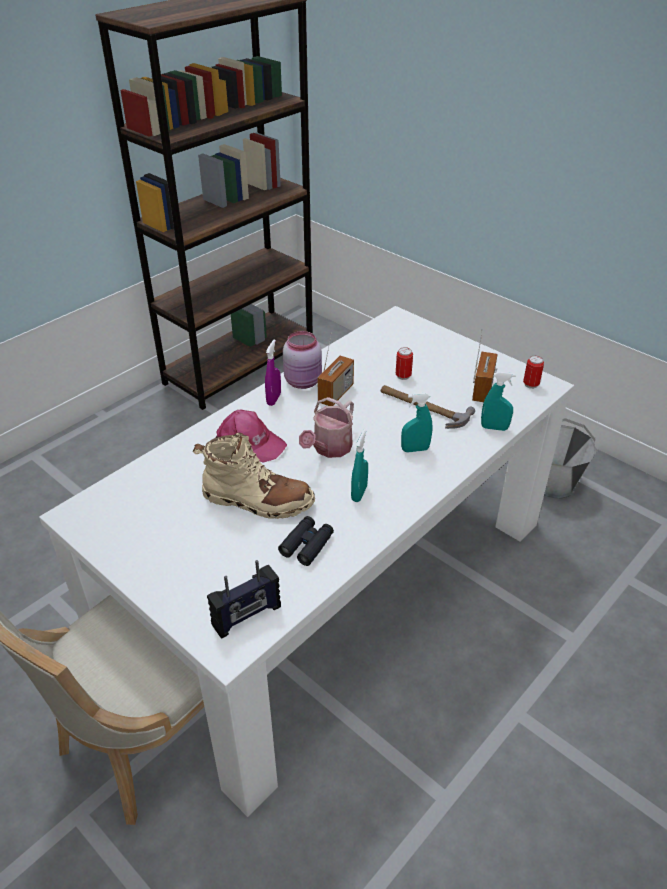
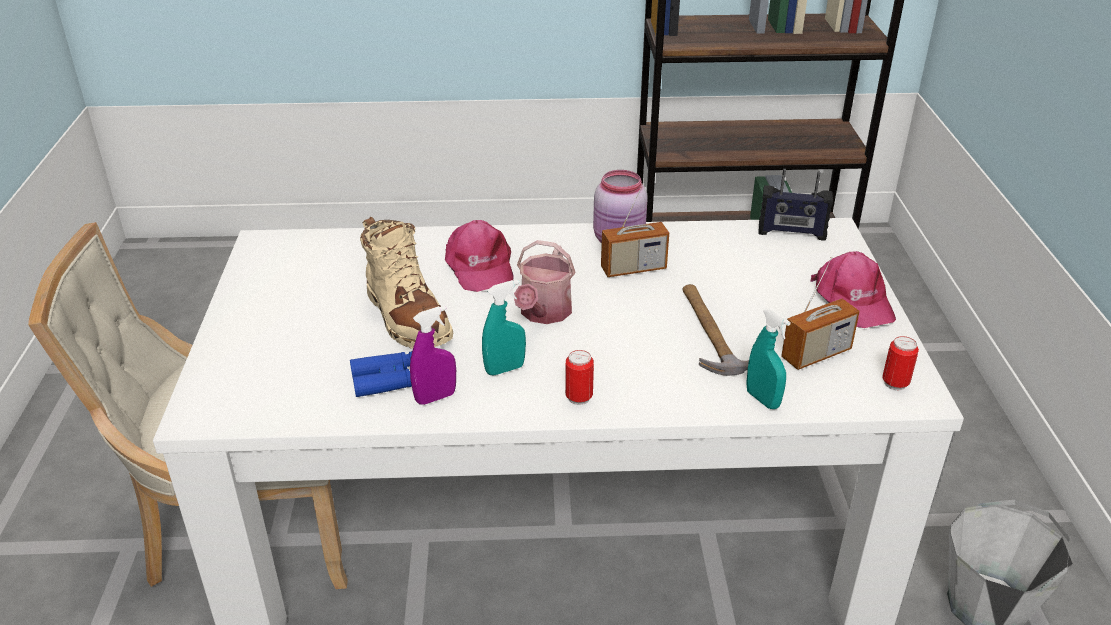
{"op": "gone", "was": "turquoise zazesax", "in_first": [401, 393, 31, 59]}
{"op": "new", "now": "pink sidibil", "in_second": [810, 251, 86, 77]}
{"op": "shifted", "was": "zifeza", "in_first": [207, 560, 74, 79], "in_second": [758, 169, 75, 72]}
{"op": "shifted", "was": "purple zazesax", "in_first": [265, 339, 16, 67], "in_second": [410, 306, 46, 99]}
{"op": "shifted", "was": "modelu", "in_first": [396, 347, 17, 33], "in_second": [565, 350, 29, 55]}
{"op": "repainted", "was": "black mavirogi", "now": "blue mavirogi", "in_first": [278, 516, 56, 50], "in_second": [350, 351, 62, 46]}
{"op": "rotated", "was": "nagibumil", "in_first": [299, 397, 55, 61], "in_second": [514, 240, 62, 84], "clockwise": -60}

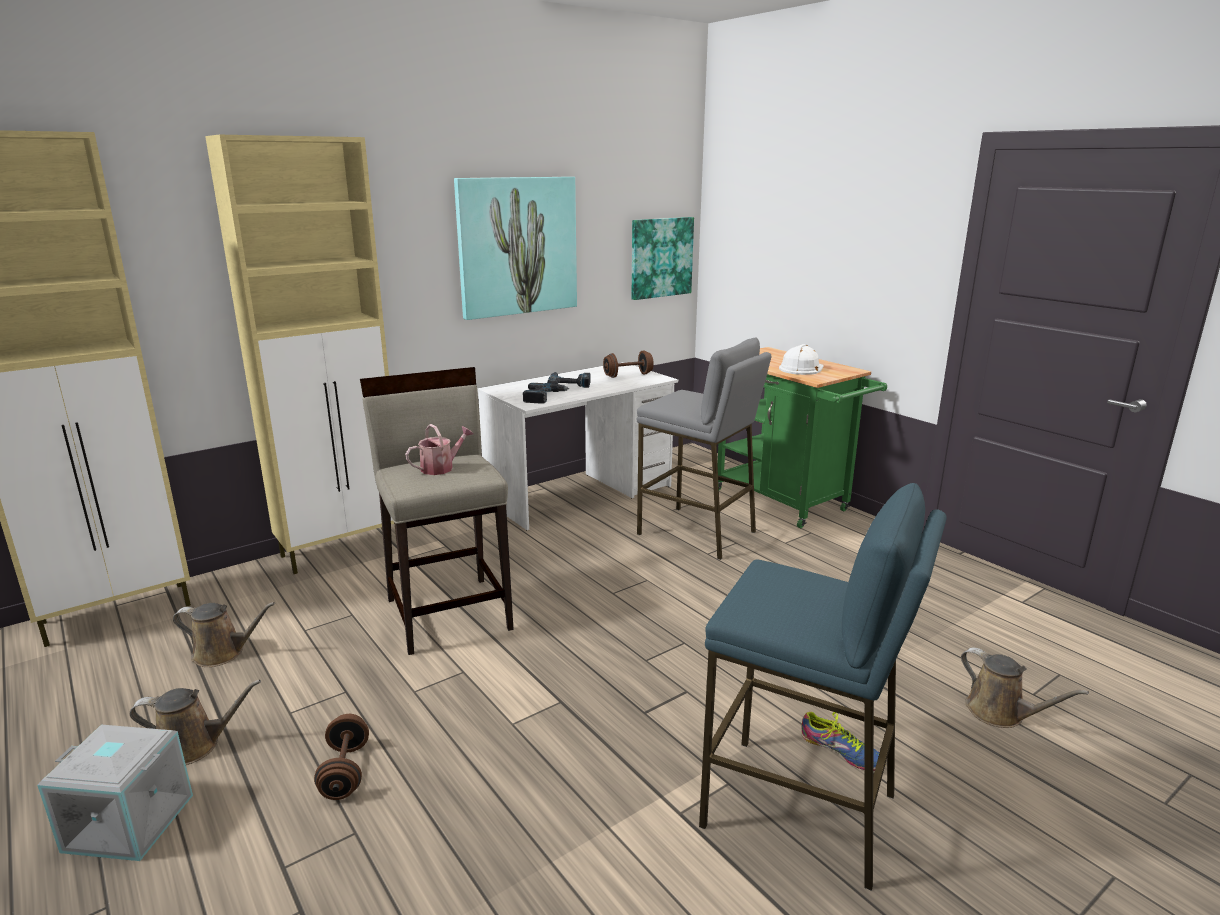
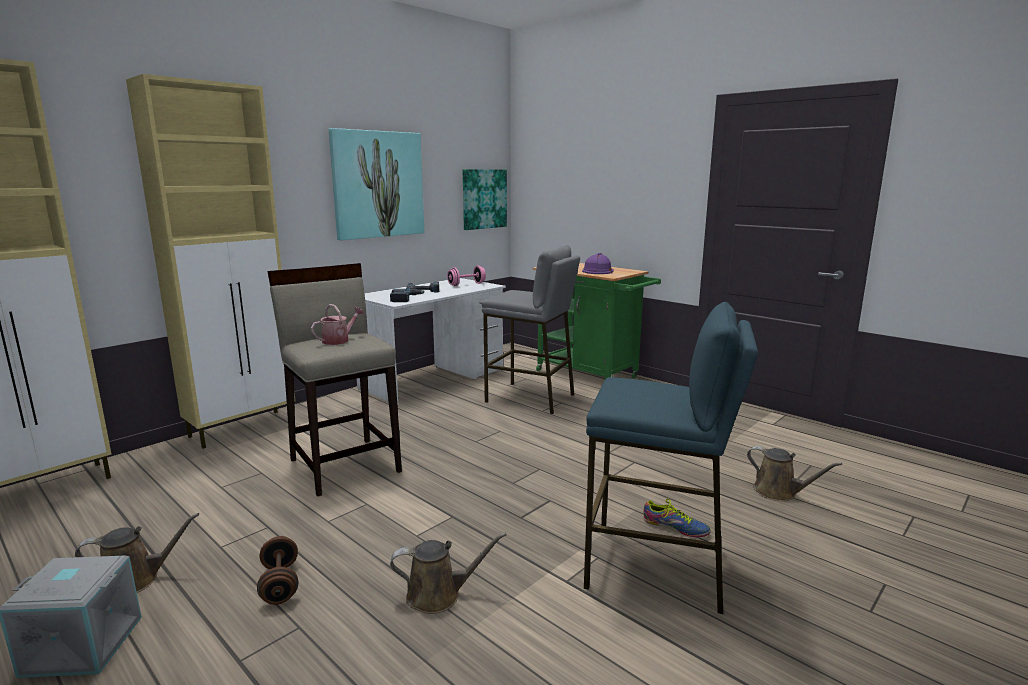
{"op": "shifted", "was": "brown nagibumil", "in_first": [173, 602, 102, 65], "in_second": [390, 533, 116, 81]}
{"op": "repainted", "was": "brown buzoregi", "now": "pink buzoregi", "in_first": [603, 351, 51, 27], "in_second": [447, 265, 39, 21]}
{"op": "repainted", "was": "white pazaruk", "now": "purple pazaruk", "in_first": [779, 344, 45, 31], "in_second": [582, 253, 32, 21]}

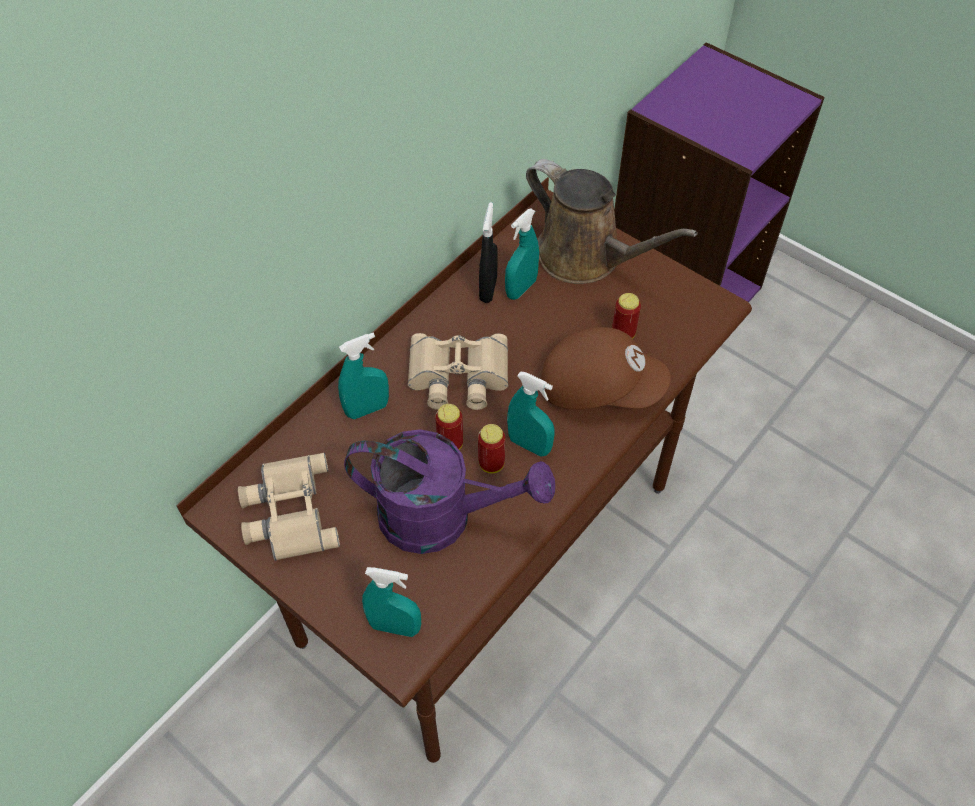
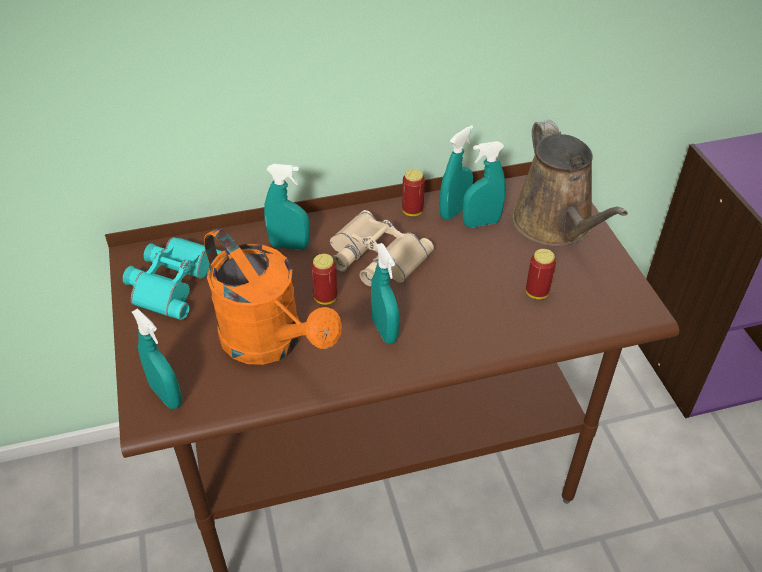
{"op": "gone", "was": "brown sidibil", "in_first": [541, 327, 130, 83]}
{"op": "shifted", "was": "modelu", "in_first": [478, 424, 27, 49], "in_second": [402, 169, 23, 47]}
{"op": "repainted", "was": "beige mavirogi", "now": "turquoise mavirogi", "in_first": [238, 453, 102, 108], "in_second": [123, 237, 100, 83]}
{"op": "repainted", "was": "purple nagibumil", "now": "orange nagibumil", "in_first": [344, 429, 211, 125], "in_second": [204, 228, 138, 137]}
{"op": "repainted", "was": "black zazesax", "now": "turquoise zazesax", "in_first": [479, 202, 19, 101], "in_second": [440, 125, 34, 95]}

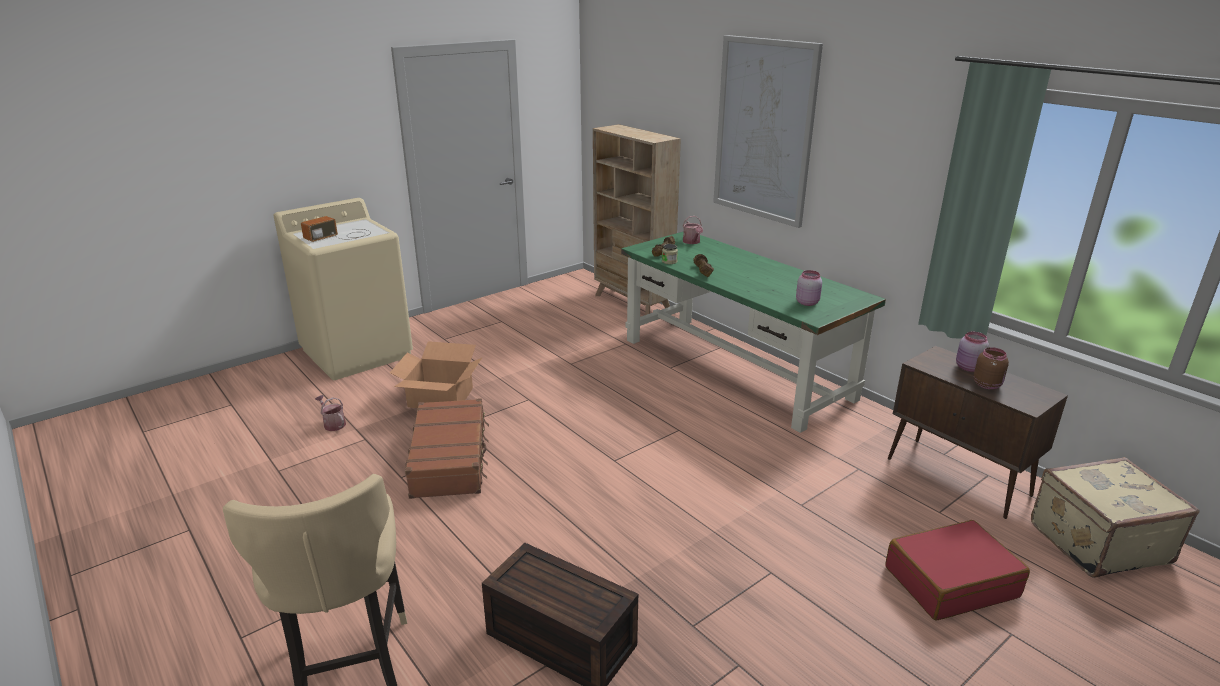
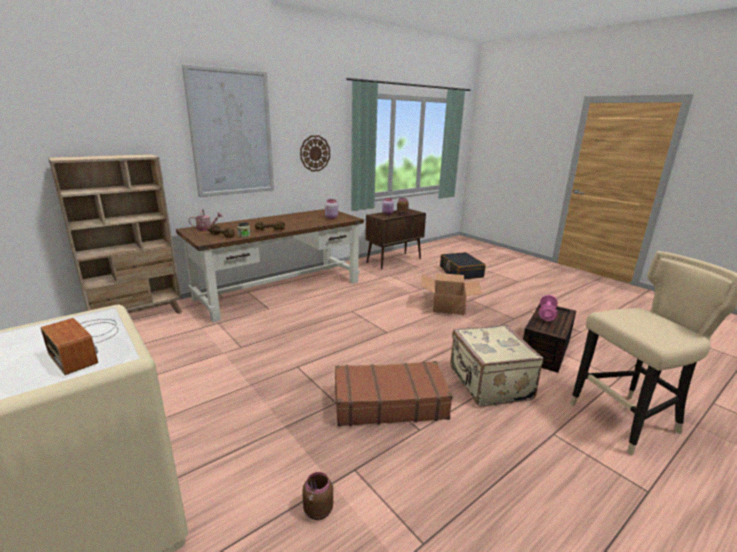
{"op": "new", "now": "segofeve", "in_second": [300, 135, 30, 37]}
{"op": "new", "now": "pink buzoregi", "in_second": [539, 295, 19, 26]}
{"op": "shifted", "was": "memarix", "in_first": [390, 341, 93, 67], "in_second": [421, 273, 61, 42]}
{"op": "shifted", "was": "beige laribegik", "in_first": [1031, 457, 168, 121], "in_second": [450, 325, 94, 82]}
{"op": "swapped", "was": "nagibumil", "now": "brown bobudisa", "in_first": [315, 395, 31, 36], "in_second": [302, 472, 31, 48]}
{"op": "repainted", "was": "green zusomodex", "now": "brown zusomodex", "in_first": [621, 231, 265, 202], "in_second": [176, 209, 188, 113]}
{"op": "repainted", "was": "red laribegik", "now": "black laribegik", "in_first": [885, 520, 145, 101], "in_second": [440, 252, 46, 27]}

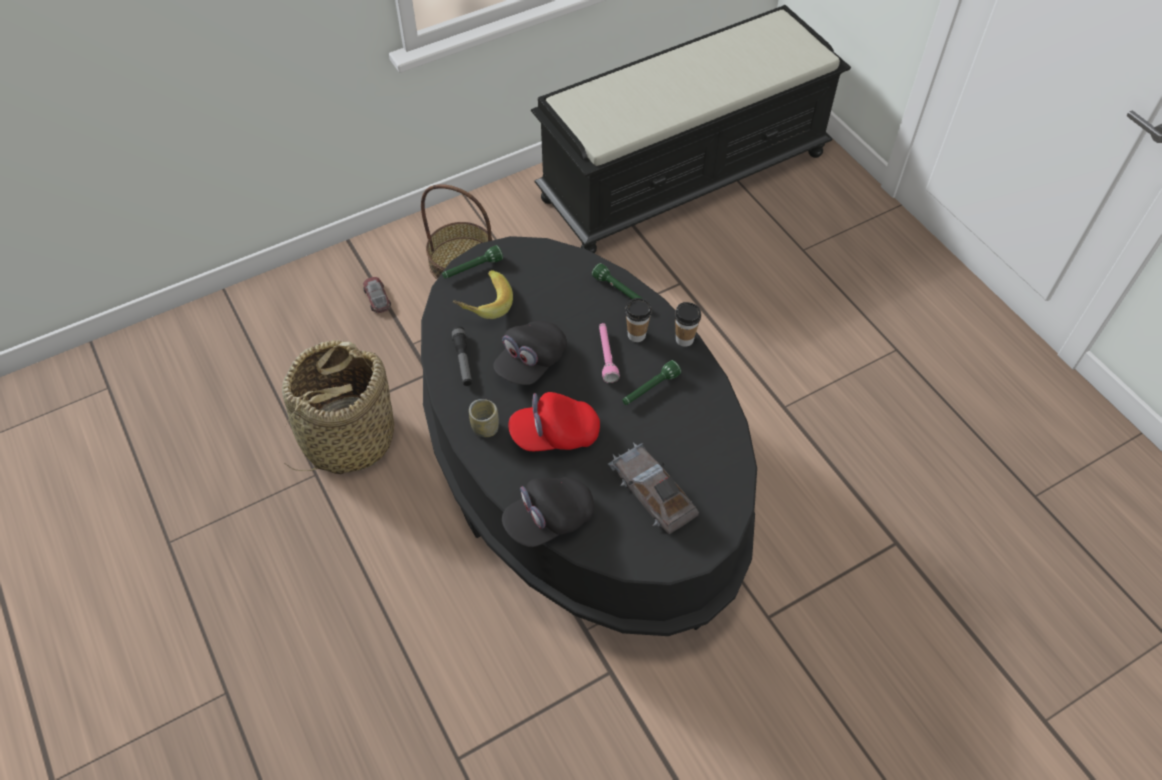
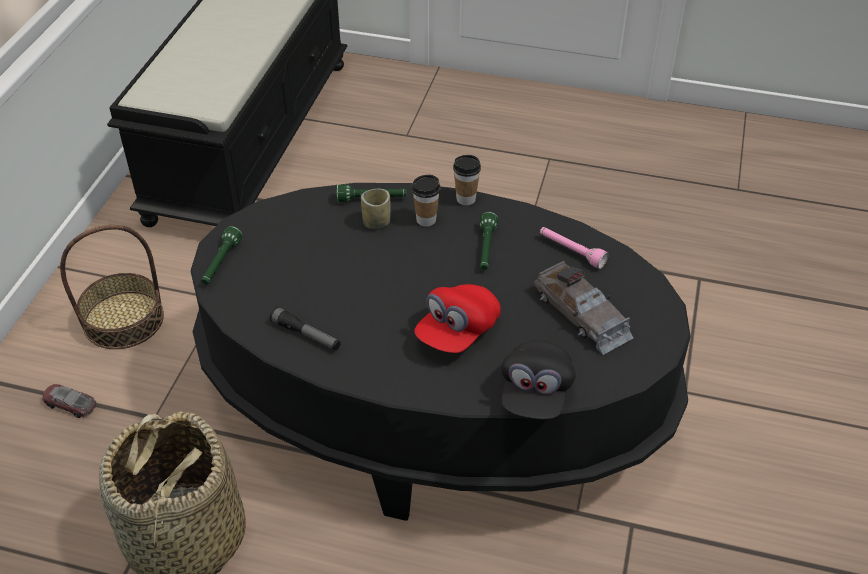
{"op": "gone", "was": "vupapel", "in_first": [453, 270, 60, 49]}
{"op": "gone", "was": "black sidibil", "in_first": [493, 321, 74, 64]}
{"op": "shifted", "was": "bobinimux", "in_first": [469, 399, 30, 38], "in_second": [361, 189, 30, 40]}
{"op": "shifted", "was": "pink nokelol", "in_first": [599, 323, 21, 60], "in_second": [540, 227, 68, 42]}
{"op": "rotated", "was": "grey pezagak", "in_first": [608, 442, 91, 92], "in_second": [534, 261, 99, 94], "clockwise": -135}

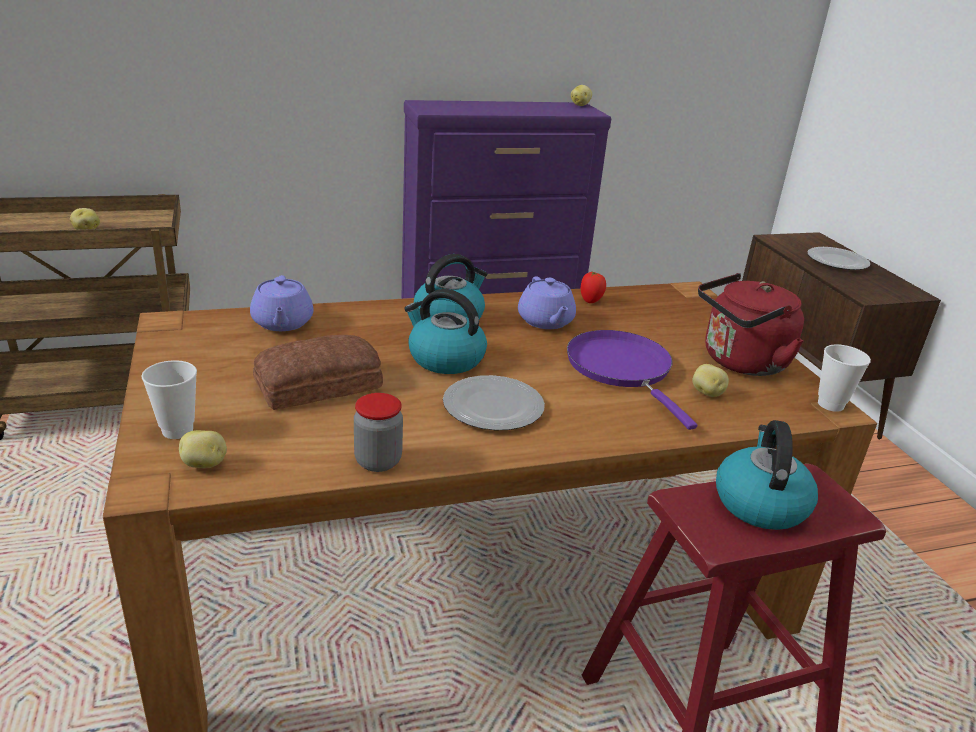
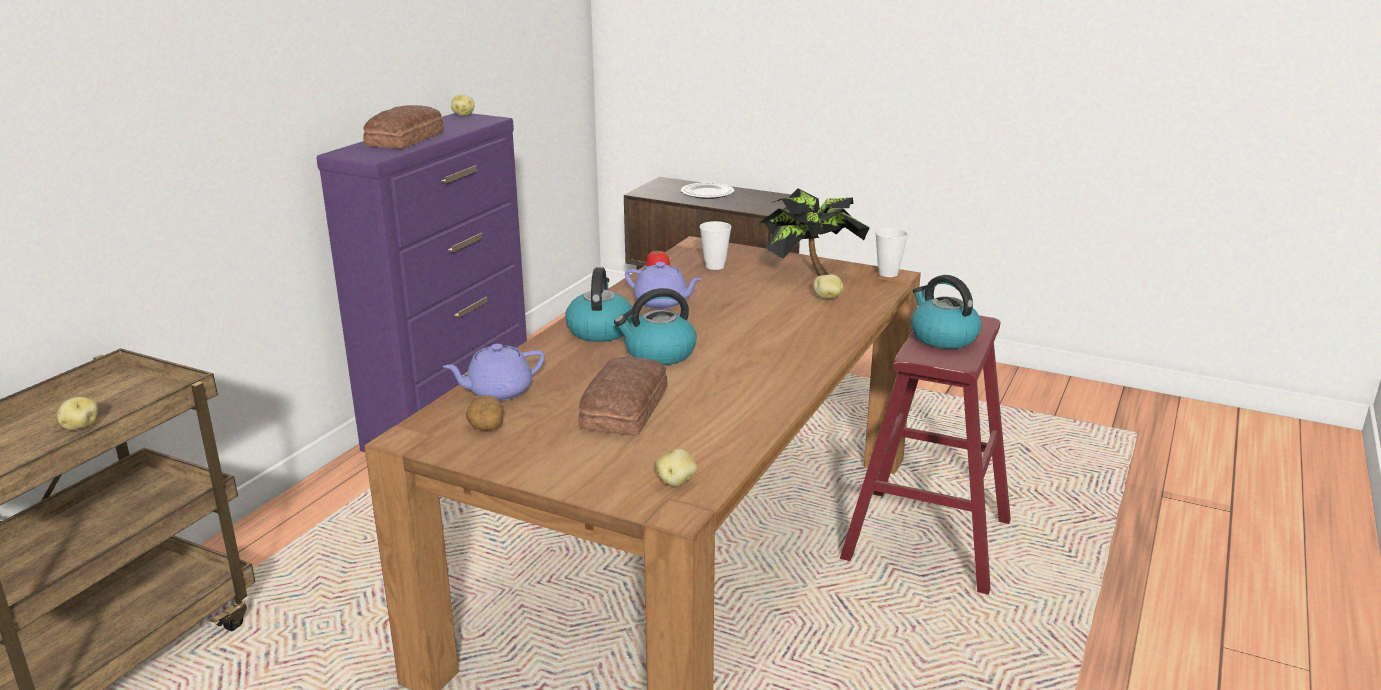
{"op": "gone", "was": "bobudisa", "in_first": [354, 393, 49, 79]}
{"op": "gone", "was": "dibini", "in_first": [443, 375, 102, 55]}
{"op": "gone", "was": "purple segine", "in_first": [567, 330, 130, 100]}
{"op": "new", "now": "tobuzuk", "in_second": [363, 105, 81, 44]}
{"op": "new", "now": "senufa", "in_second": [466, 396, 38, 35]}
{"op": "shifted", "was": "bobinimux", "in_first": [141, 360, 56, 79], "in_second": [700, 221, 31, 49]}
{"op": "swapped", "was": "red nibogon", "now": "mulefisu", "in_first": [698, 273, 106, 103], "in_second": [759, 189, 111, 87]}
{"op": "rotated", "was": "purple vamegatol", "in_first": [250, 275, 64, 56], "in_second": [443, 344, 102, 57], "clockwise": 120}

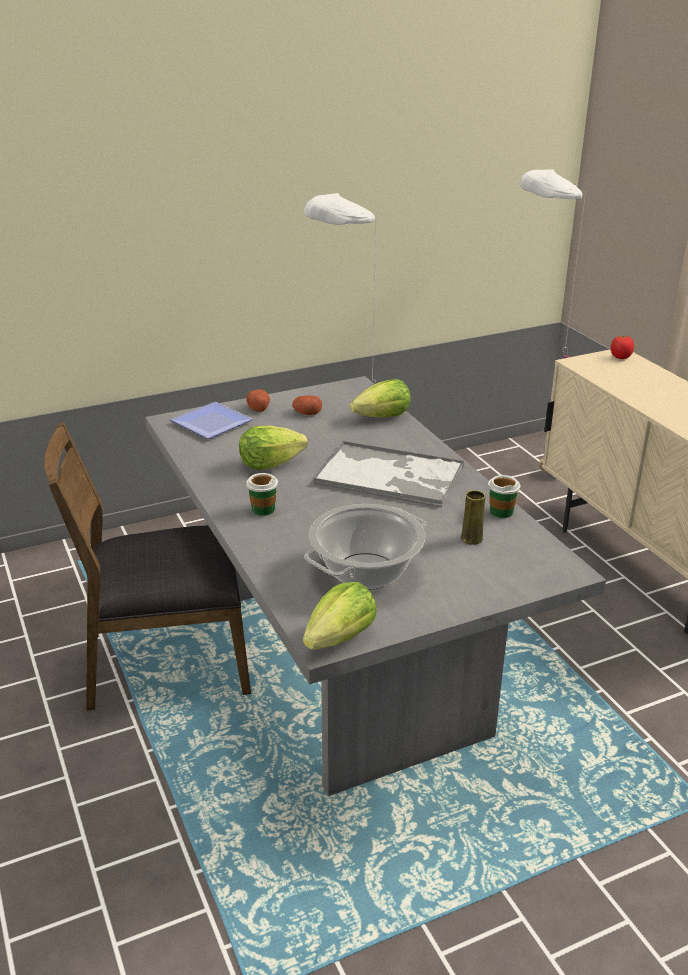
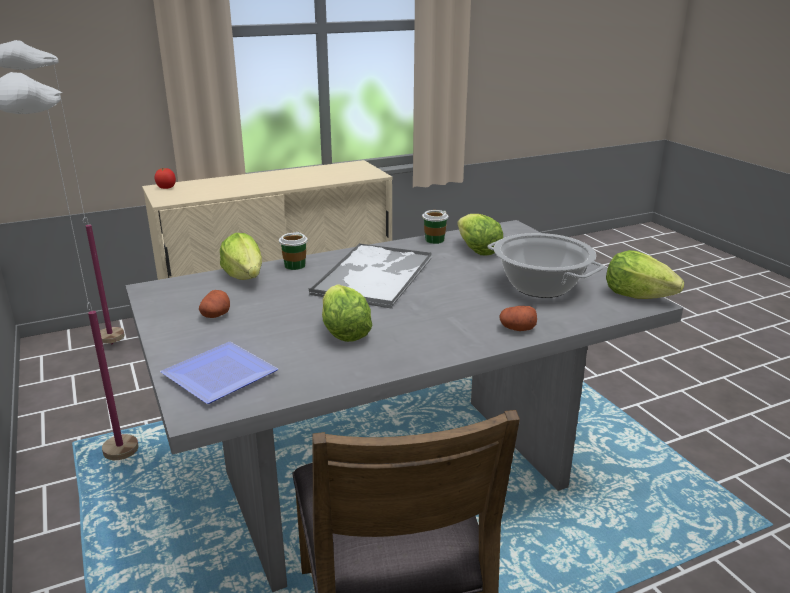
{"op": "shifted", "was": "senufa", "in_first": [246, 389, 24, 23], "in_second": [499, 306, 38, 25]}
{"op": "shifted", "was": "bobinimux", "in_first": [246, 473, 32, 43], "in_second": [279, 231, 29, 39]}
{"op": "swapped", "was": "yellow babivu", "now": "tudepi", "in_first": [461, 490, 24, 55], "in_second": [457, 214, 46, 41]}

